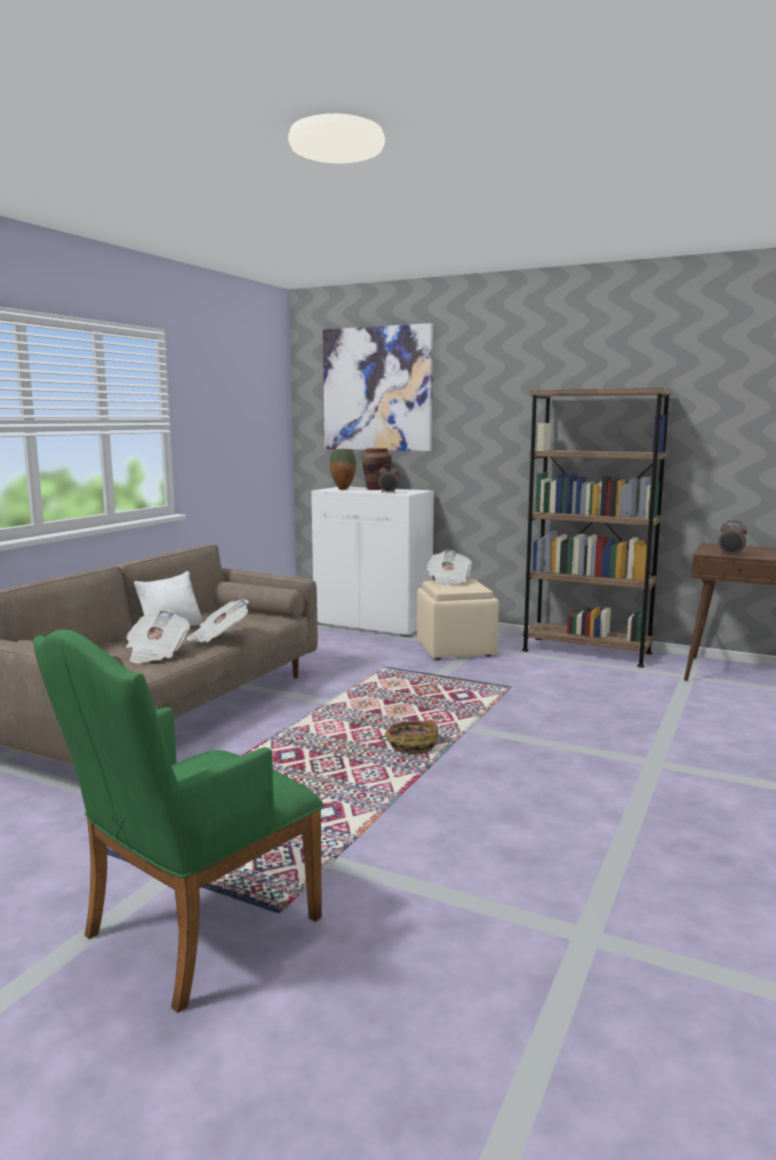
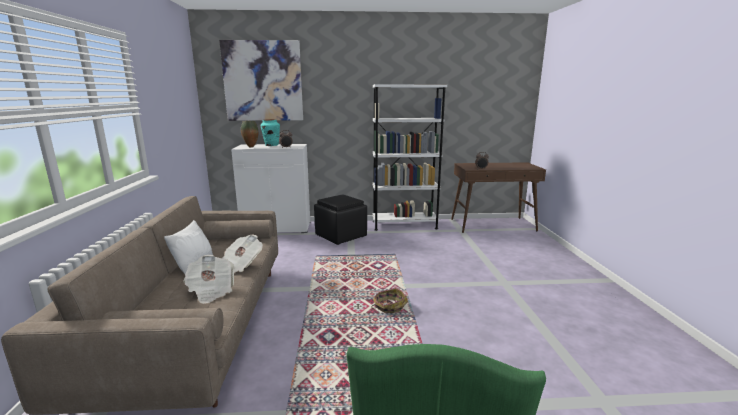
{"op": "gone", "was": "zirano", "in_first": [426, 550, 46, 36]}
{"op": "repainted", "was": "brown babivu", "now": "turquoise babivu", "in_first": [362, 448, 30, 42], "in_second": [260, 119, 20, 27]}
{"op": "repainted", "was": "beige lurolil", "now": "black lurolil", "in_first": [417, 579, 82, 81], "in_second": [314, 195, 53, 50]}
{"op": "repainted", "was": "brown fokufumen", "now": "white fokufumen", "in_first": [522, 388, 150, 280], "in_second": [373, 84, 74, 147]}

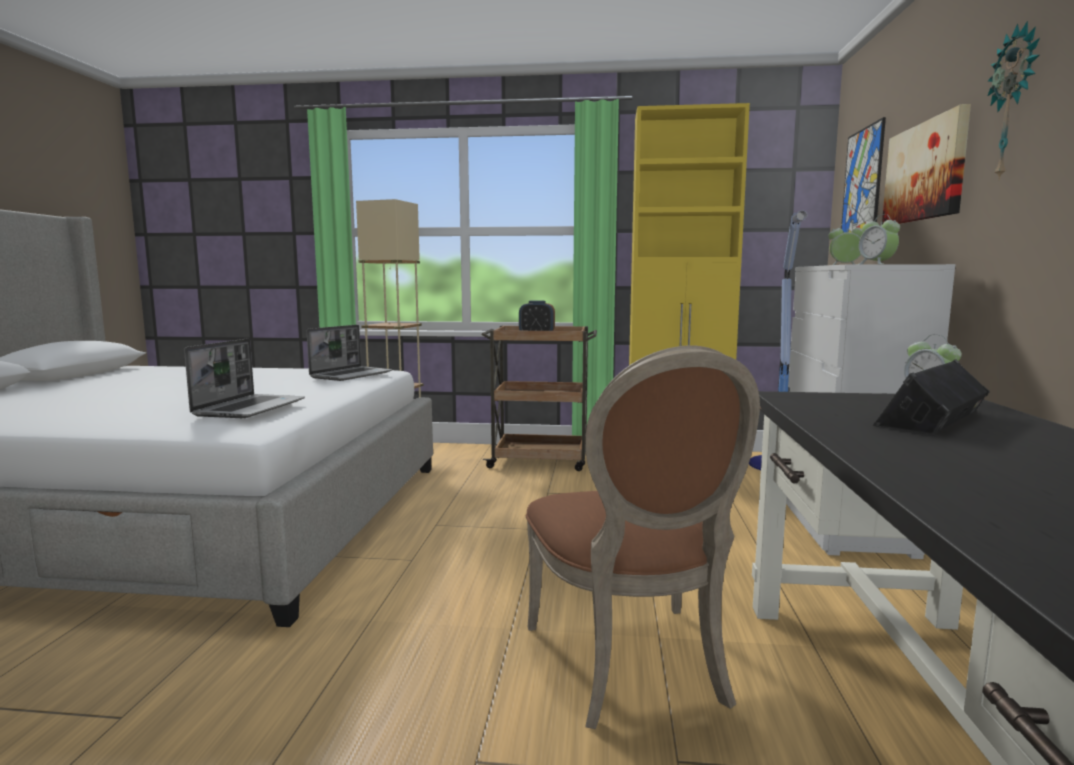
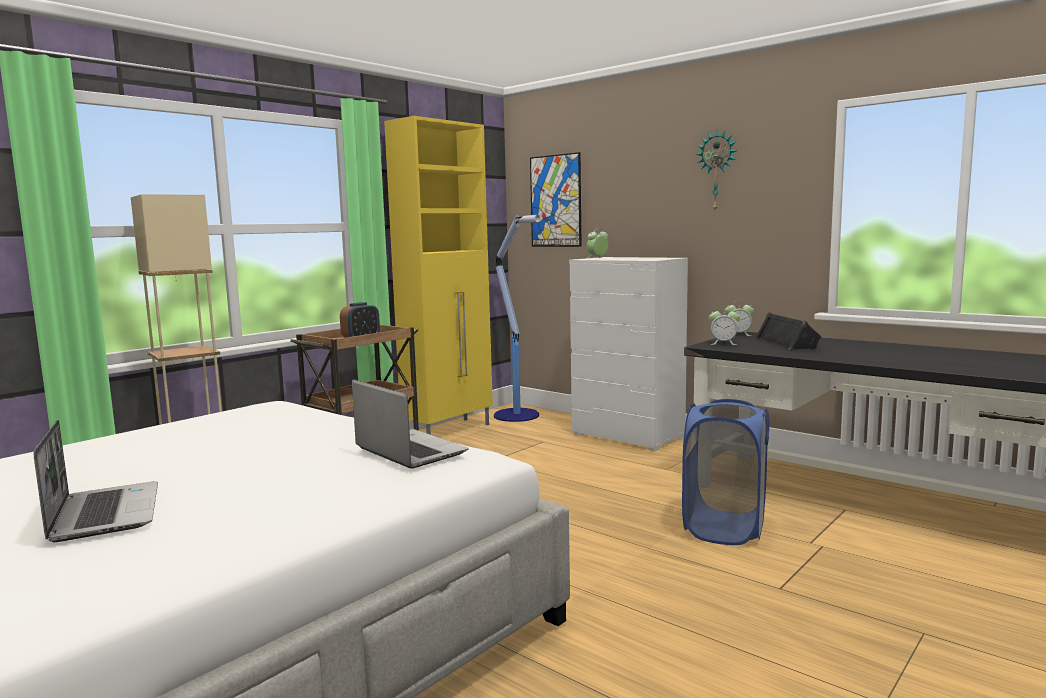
{"op": "gone", "was": "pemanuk", "in_first": [882, 104, 89, 120]}
{"op": "shifted", "was": "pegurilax", "in_first": [307, 325, 85, 56], "in_second": [34, 420, 124, 122]}
{"op": "shifted", "was": "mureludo", "in_first": [856, 214, 44, 51], "in_second": [709, 306, 31, 39]}
{"op": "swapped", "was": "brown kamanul", "now": "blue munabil", "in_first": [526, 345, 234, 384], "in_second": [682, 399, 87, 146]}

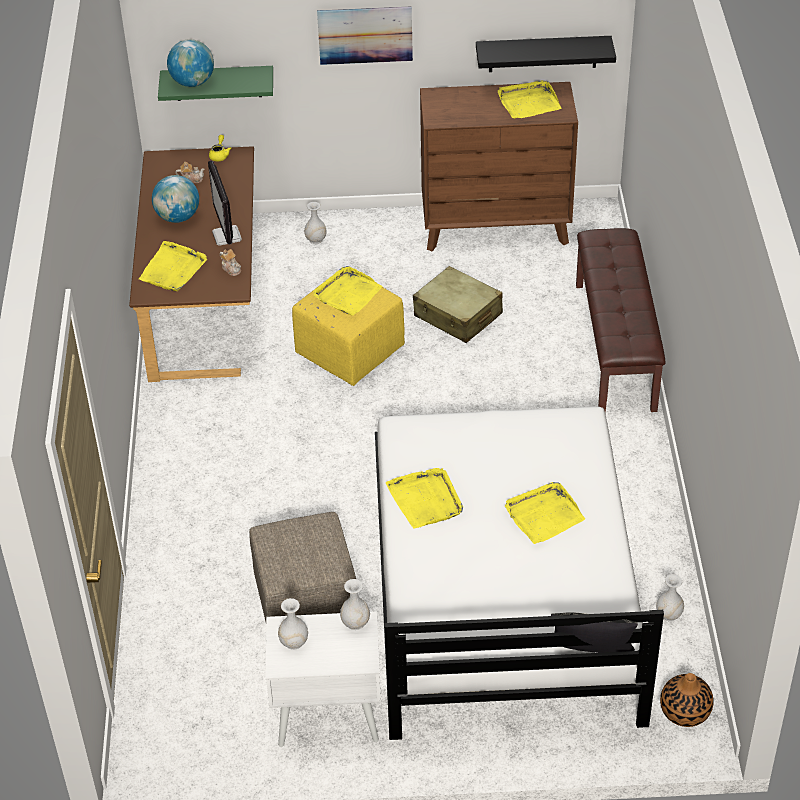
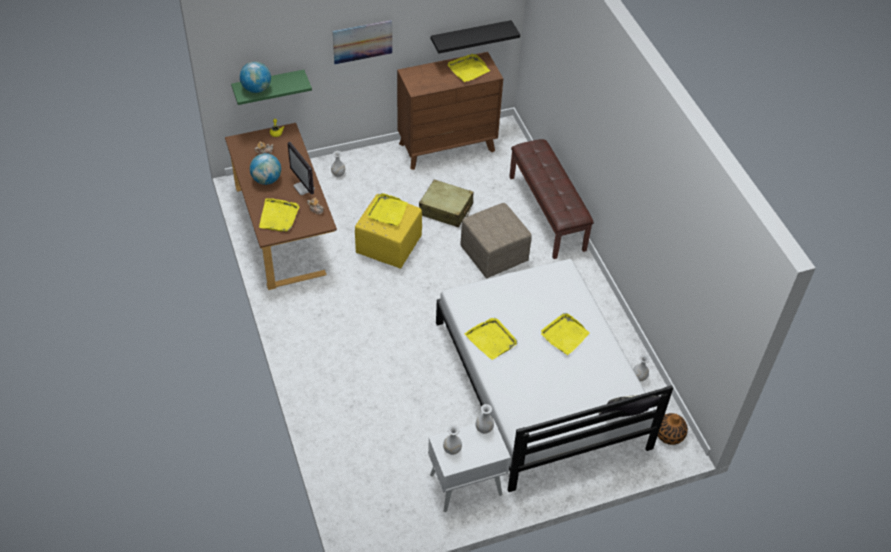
{"op": "shifted", "was": "beige lurolil", "in_first": [249, 512, 107, 109], "in_second": [460, 203, 72, 75]}

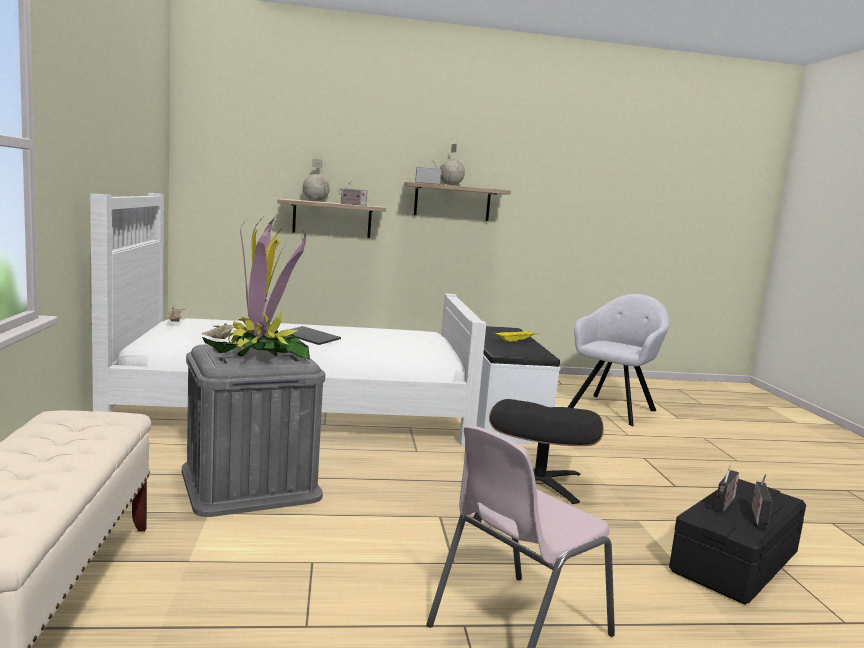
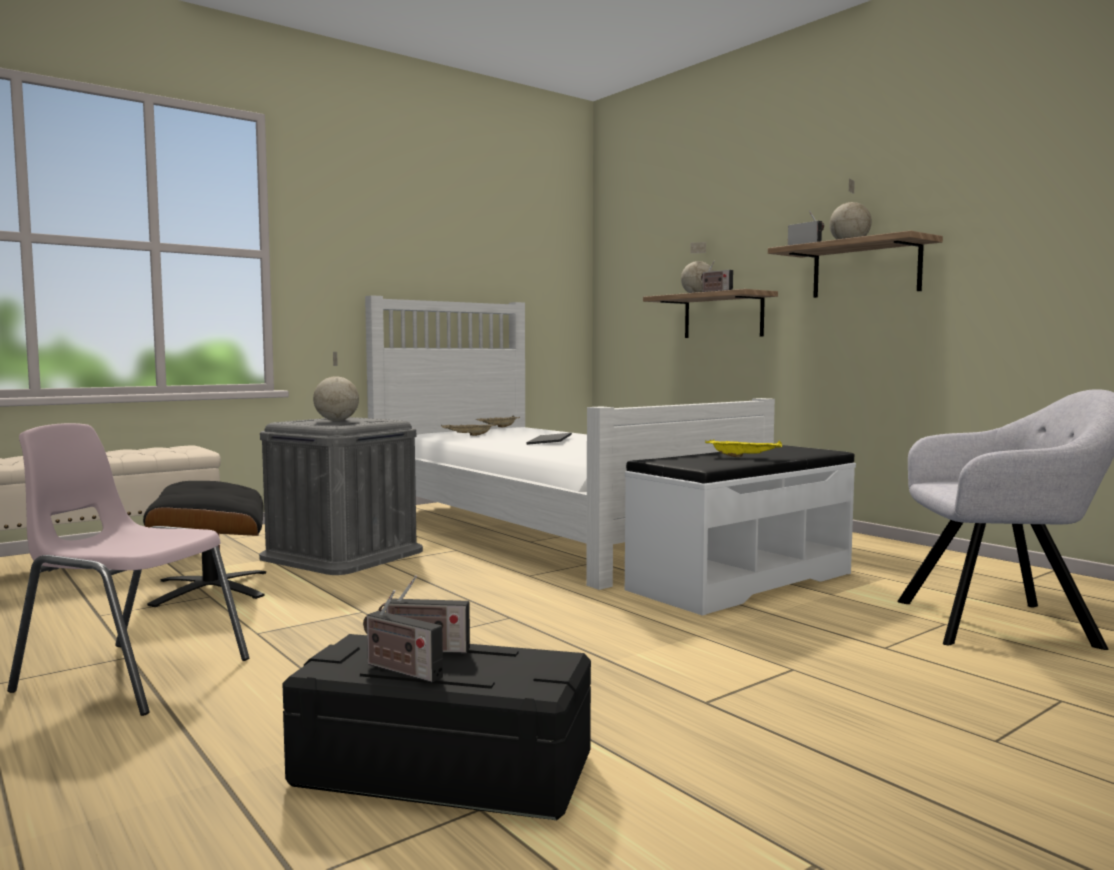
{"op": "shifted", "was": "black lurolil", "in_first": [489, 399, 115, 105], "in_second": [143, 481, 123, 126]}
{"op": "swapped", "was": "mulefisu", "now": "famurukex", "in_first": [202, 219, 108, 141], "in_second": [313, 352, 46, 69]}
{"op": "rotated", "was": "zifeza", "in_first": [752, 474, 21, 55], "in_second": [363, 590, 80, 92], "clockwise": -135}

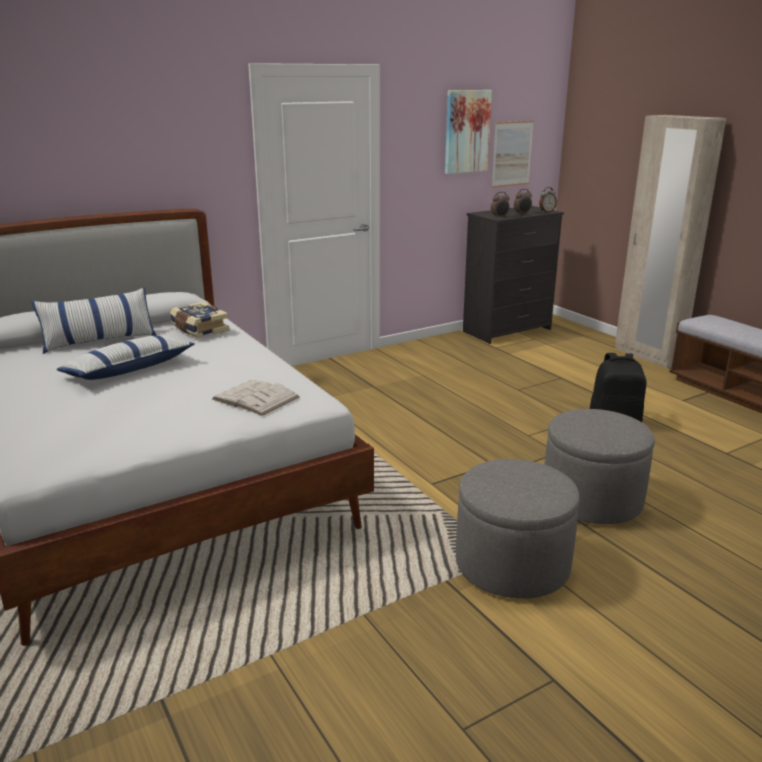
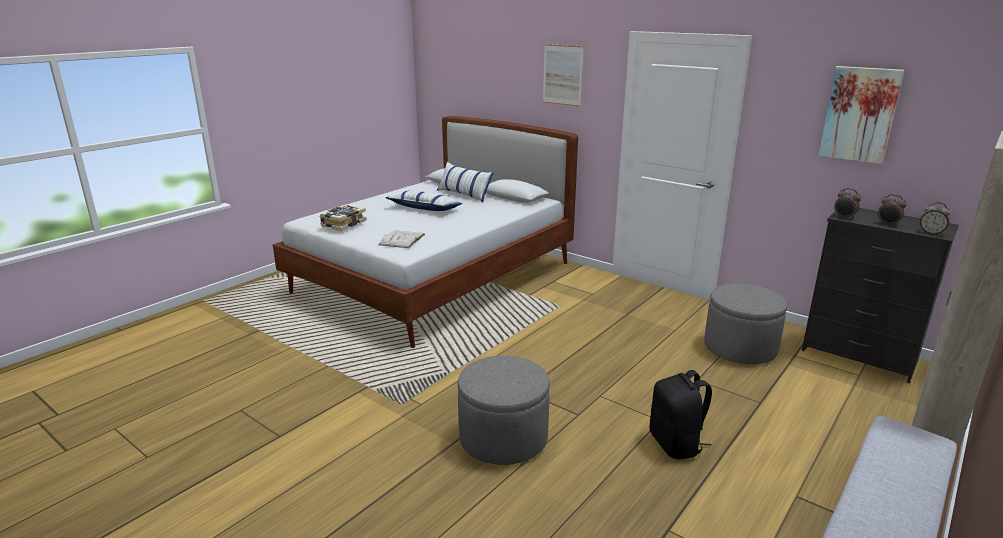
{"op": "shifted", "was": "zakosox", "in_first": [170, 302, 60, 36], "in_second": [320, 204, 47, 27]}
{"op": "shifted", "was": "grey lurolil", "in_first": [456, 459, 124, 140], "in_second": [704, 283, 83, 81]}
{"op": "shifted", "was": "pemanuk", "in_first": [492, 121, 42, 66], "in_second": [543, 44, 41, 63]}

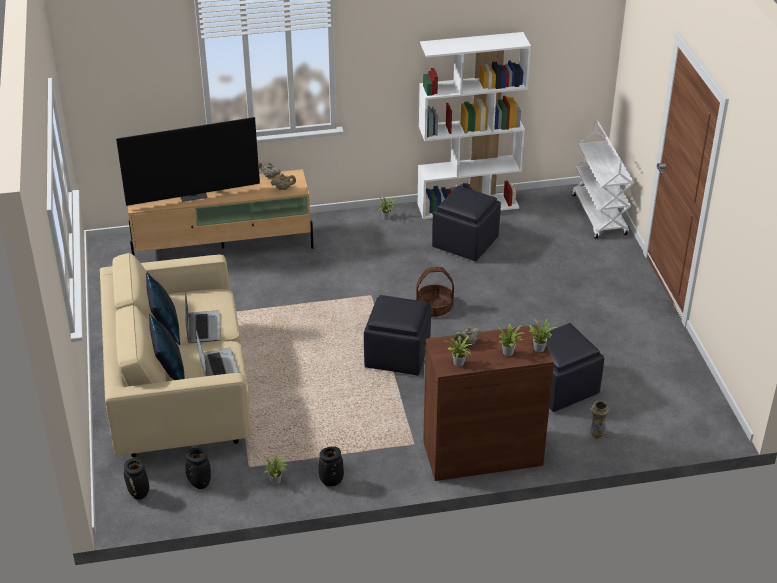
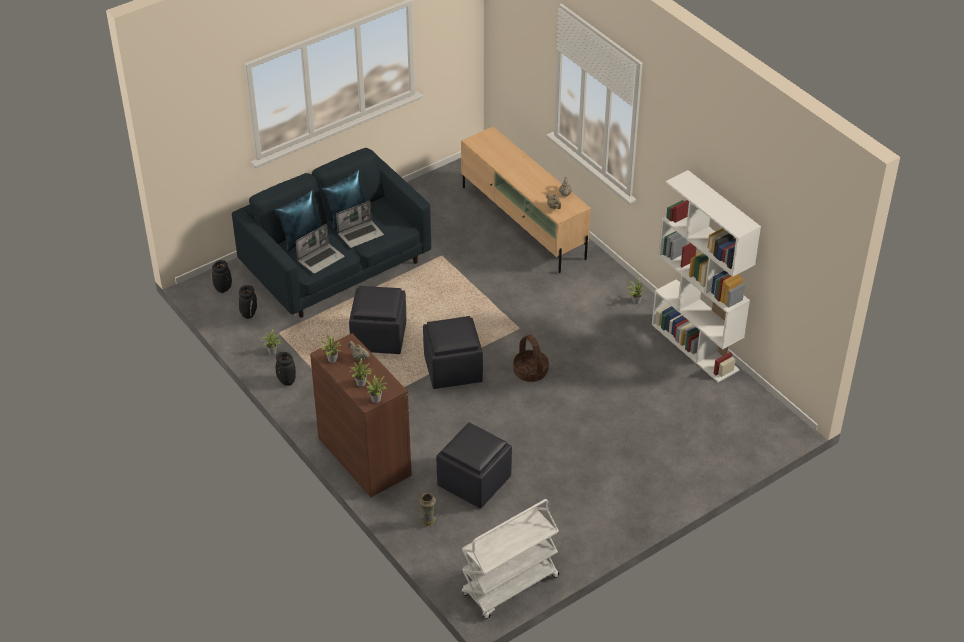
{"op": "gone", "was": "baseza", "in_first": [116, 117, 144, 89]}
{"op": "shifted", "was": "black lurolil", "in_first": [432, 186, 69, 75], "in_second": [349, 286, 57, 68]}
{"op": "shifted", "was": "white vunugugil", "in_first": [572, 120, 62, 118], "in_second": [461, 499, 98, 120]}
{"op": "repainted", "was": "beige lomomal", "now": "blue lomomal", "in_first": [100, 253, 150, 204], "in_second": [232, 148, 199, 170]}

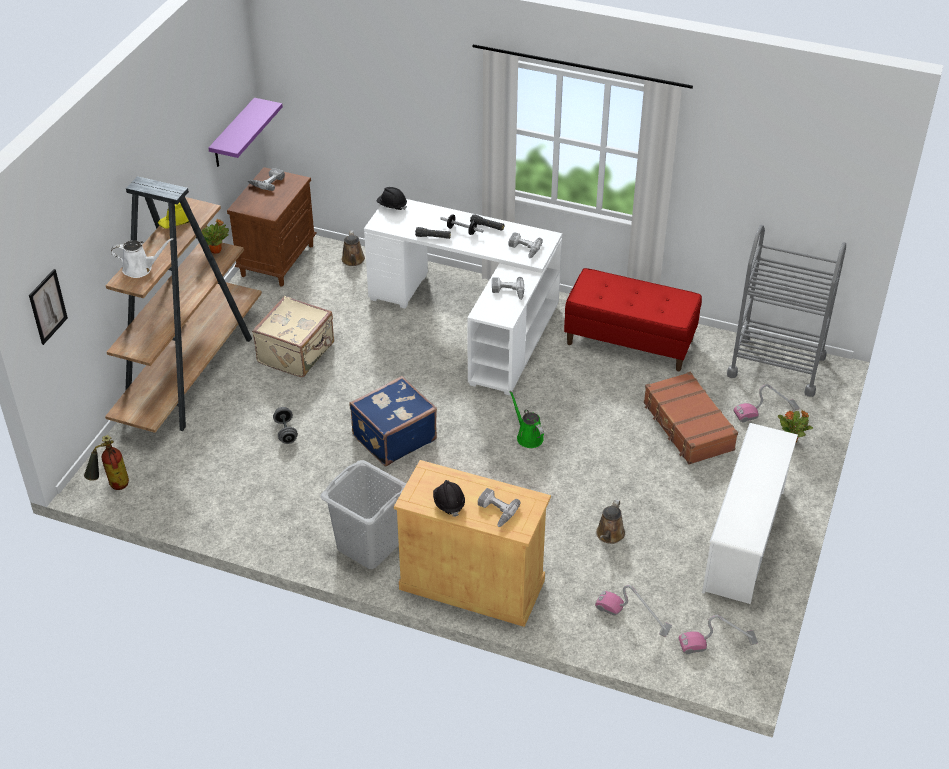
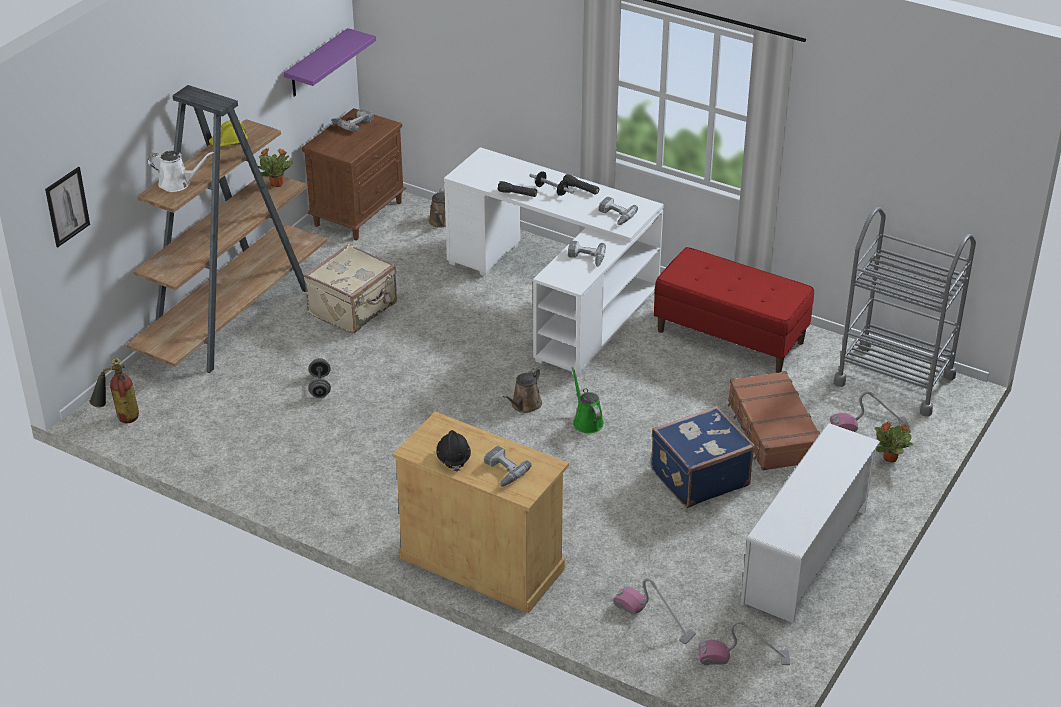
{"op": "gone", "was": "grey munabil", "in_first": [320, 460, 86, 109]}
{"op": "gone", "was": "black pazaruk", "in_first": [377, 187, 30, 23]}
{"op": "shifted", "was": "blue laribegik", "in_first": [349, 376, 88, 90], "in_second": [651, 406, 104, 102]}
{"op": "shifted", "was": "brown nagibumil", "in_first": [596, 499, 29, 45], "in_second": [503, 368, 39, 45]}

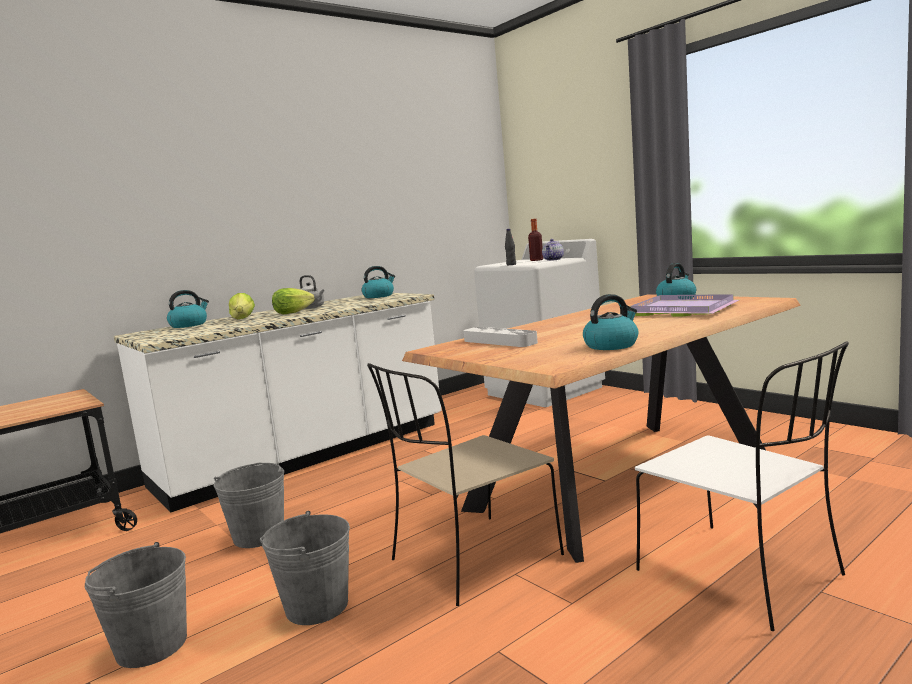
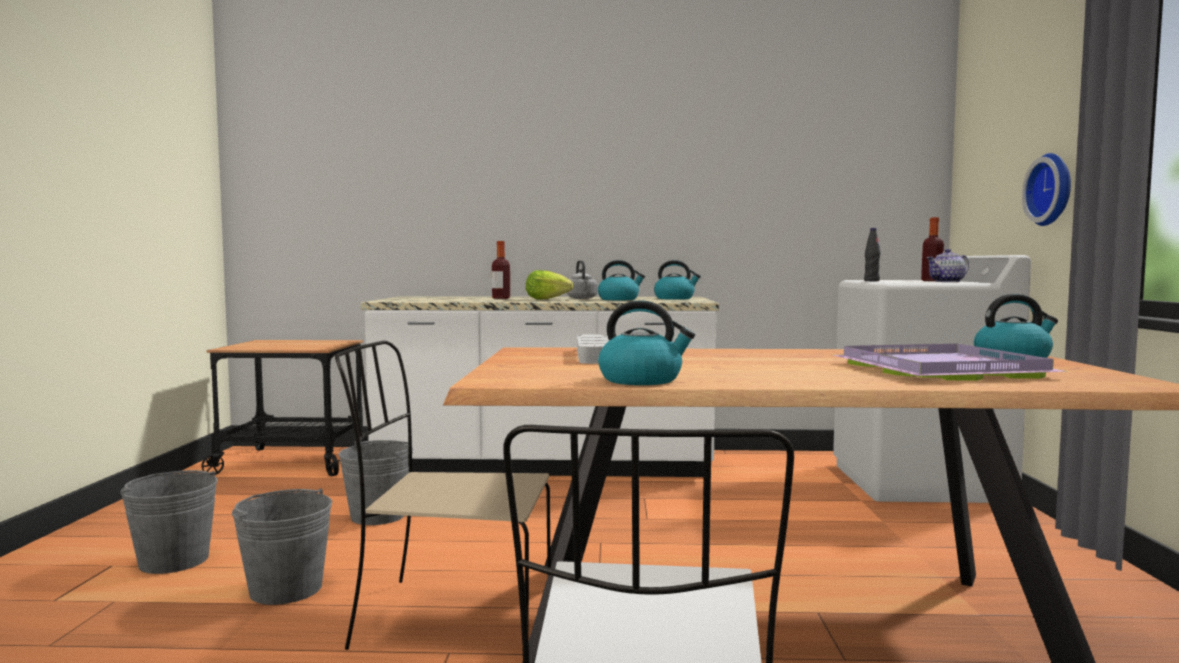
{"op": "new", "now": "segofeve", "in_second": [1022, 153, 49, 73]}
{"op": "shifted", "was": "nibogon", "in_first": [167, 290, 42, 38], "in_second": [598, 260, 47, 40]}
{"op": "swapped", "was": "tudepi", "now": "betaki", "in_first": [229, 293, 26, 26], "in_second": [492, 241, 18, 58]}

